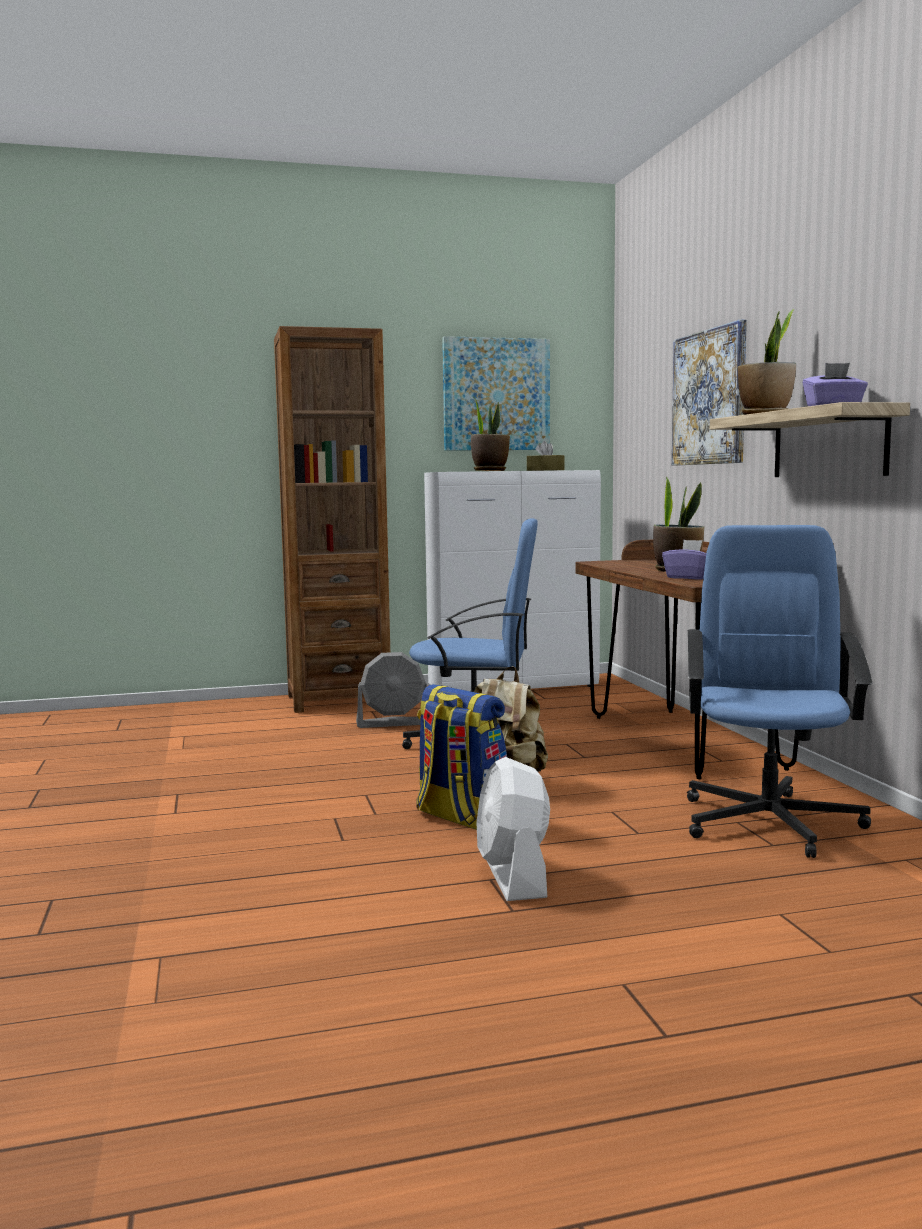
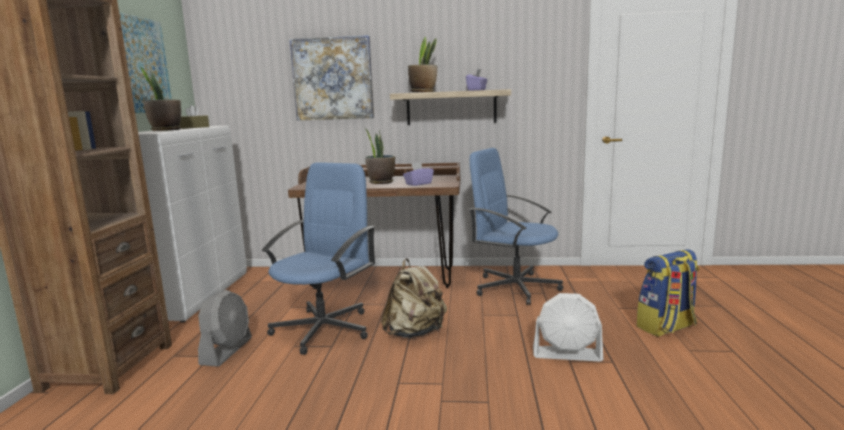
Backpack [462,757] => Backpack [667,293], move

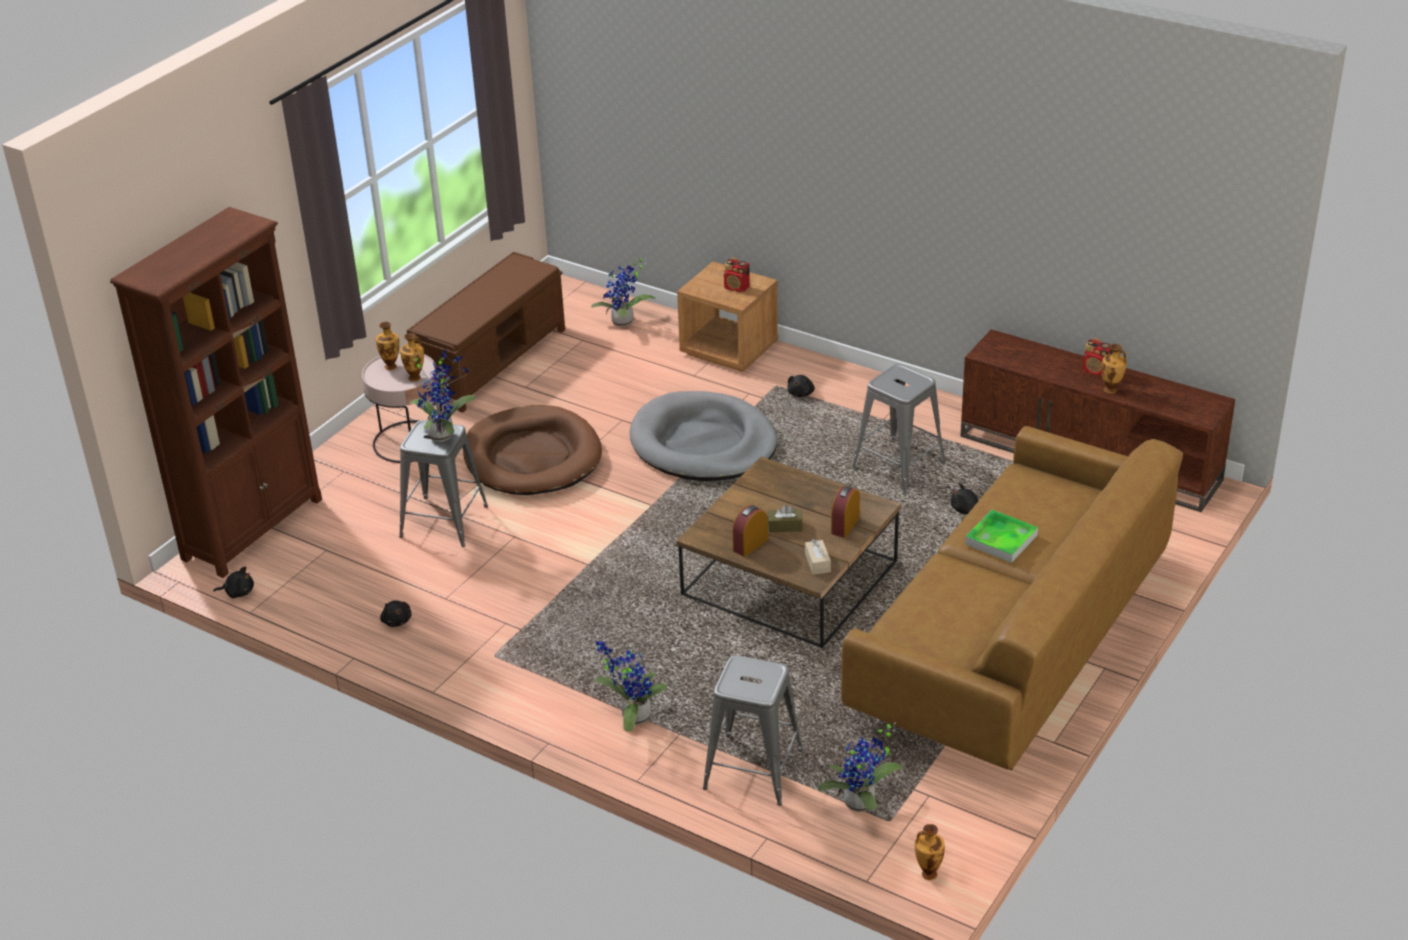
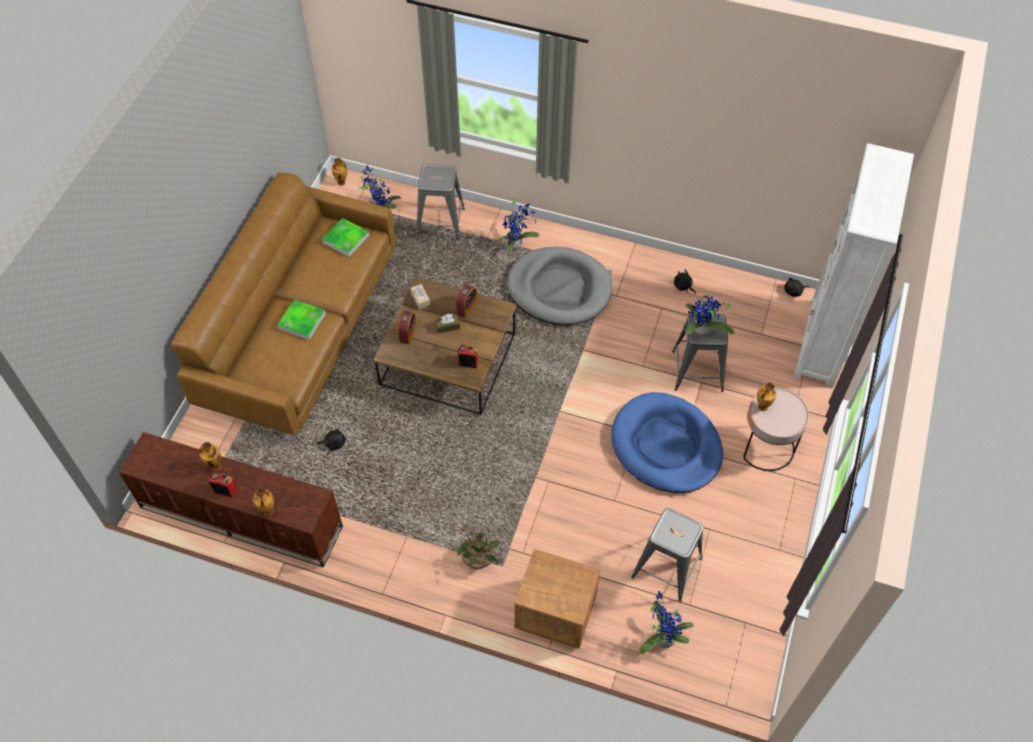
Vase [387,346] => Vase [263,501], move
nothing => Tray [345,237]
Radio [737,274] => Radio [468,356], move
BlackPlushToy [801,386] => PottedPlant [479,547]
GreyDogBed [703,436] => GreyDogBed [559,286], move
BrownDogBed [532,450] => BlueDogBed [667,442]
GreyStool [898,428] => GreyStool [667,555], move
BrownBookcase [216,392] => WhiteBookcase [853,266]
BrownBench [486,332] => nothing

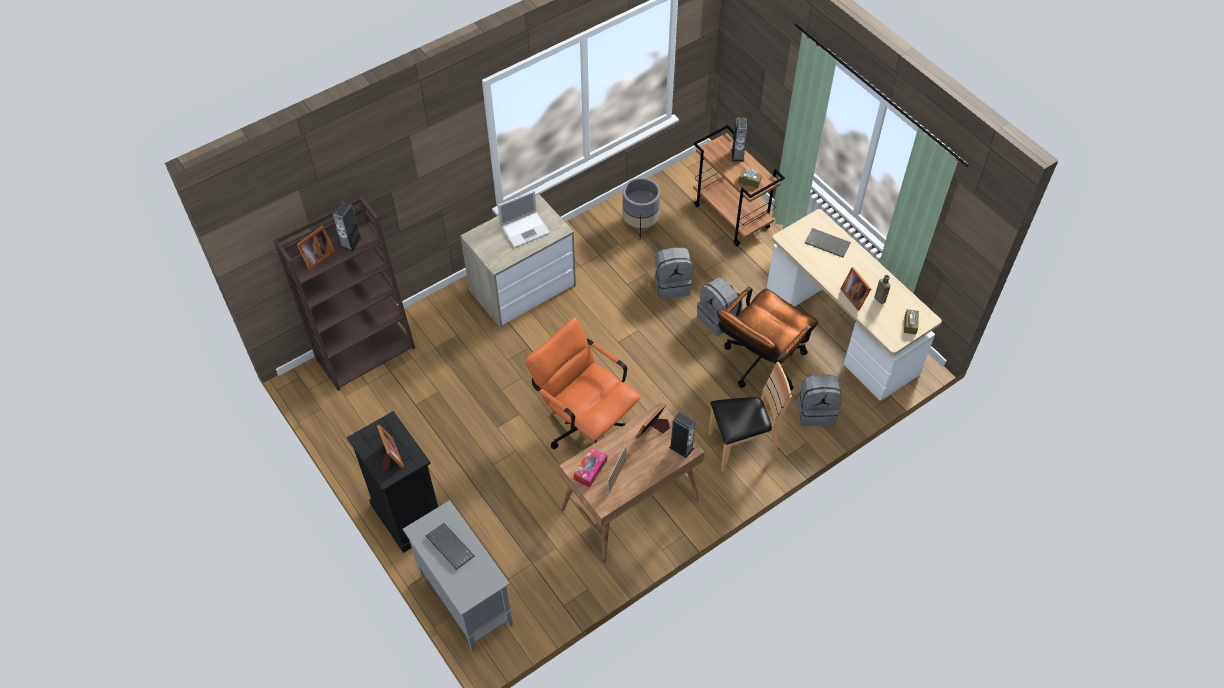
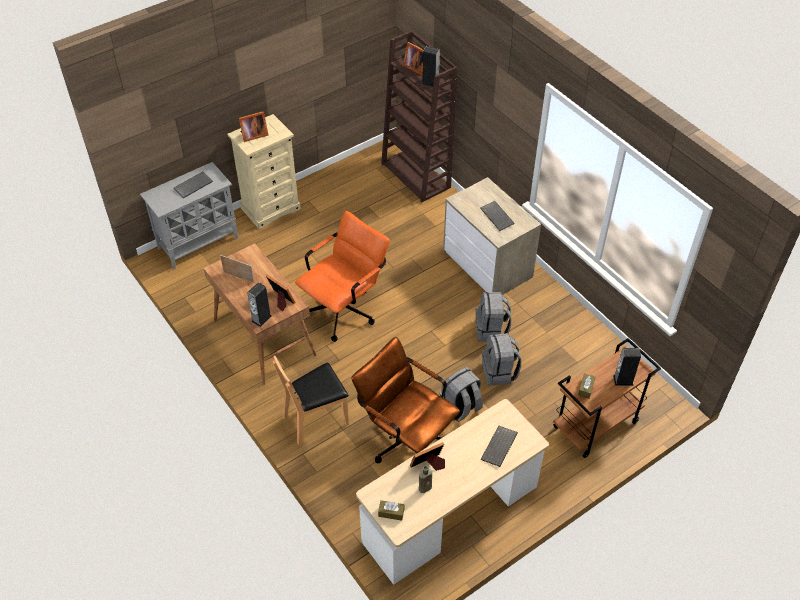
BlackDresser [392,482] => BeigeDresser [264,171]
BrownChair [750,417] => BrownChair [311,400], 75 degrees clockwise
GreyBackpack [819,400] => GreyBackpack [493,317], move
Laptop [524,219] => Keyboard [497,216]
TissueBox [590,467] => nothing
GreyPlanter [641,207] => nothing

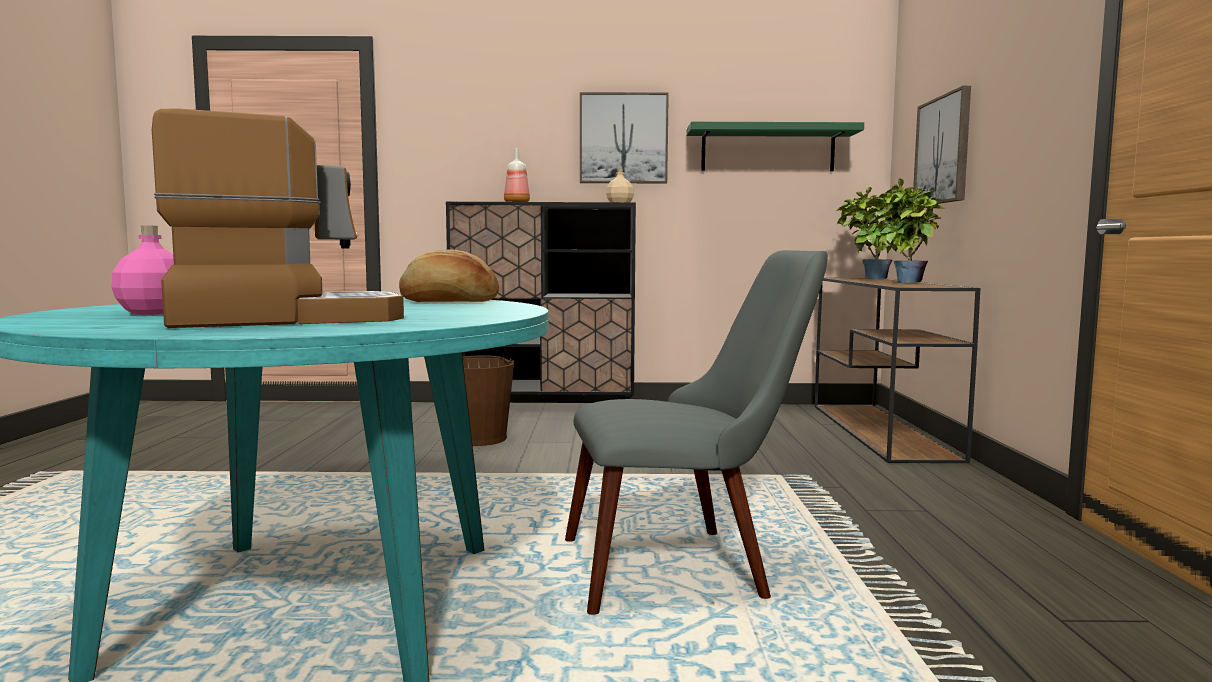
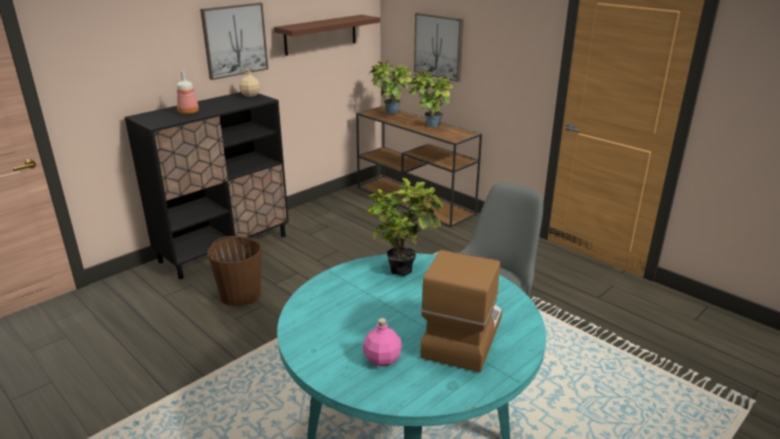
GreenShelf [775,146] => BrownShelf [327,35]
Bread [449,275] => PottedPlant [401,227]

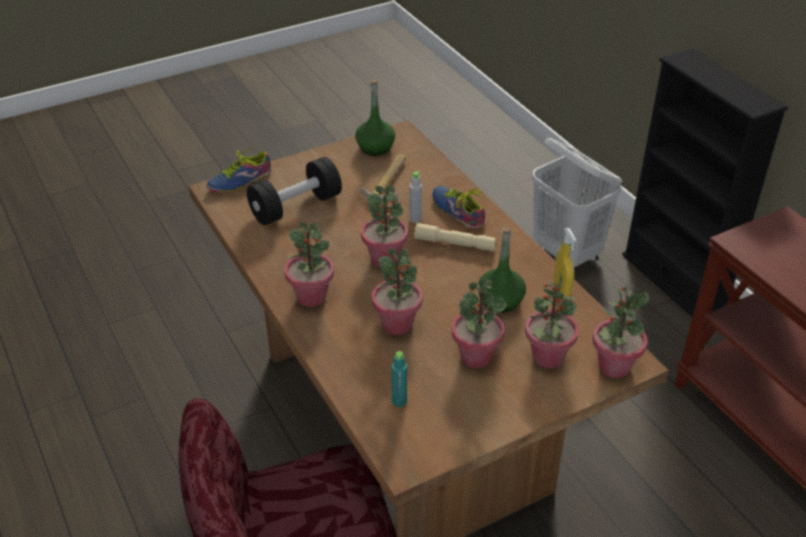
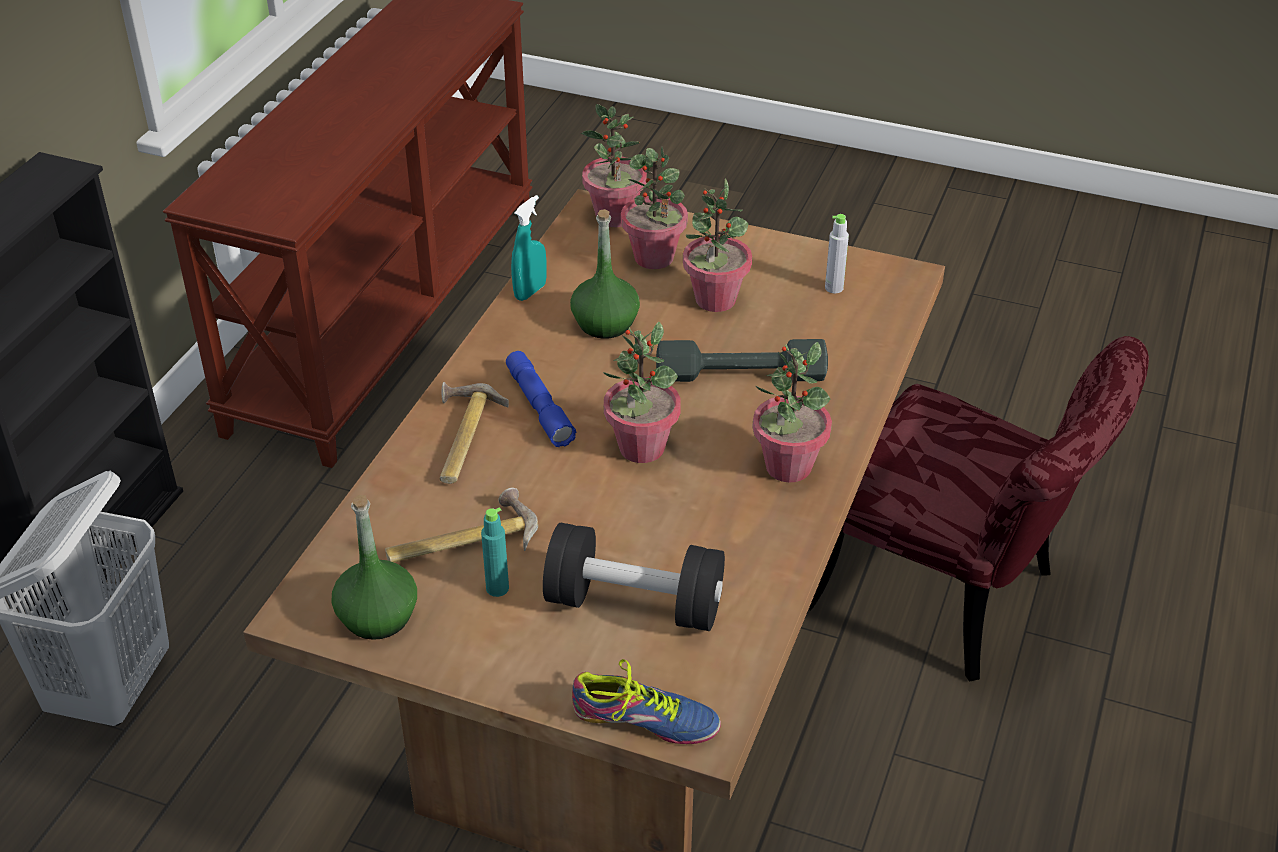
Shoe [459,207] => Hammer [474,433]
TurquoiseBottle [399,379] => TurquoiseBottle [495,552], move
BeigeFlashlight [455,237] => BlueFlashlight [541,399]
YellowSprayBottle [565,262] => TurquoiseSprayBottle [529,248]
PottedPlant [397,292] => GreyDumbbell [742,360]
GreyBottle [415,197] => GreyBottle [837,253], move

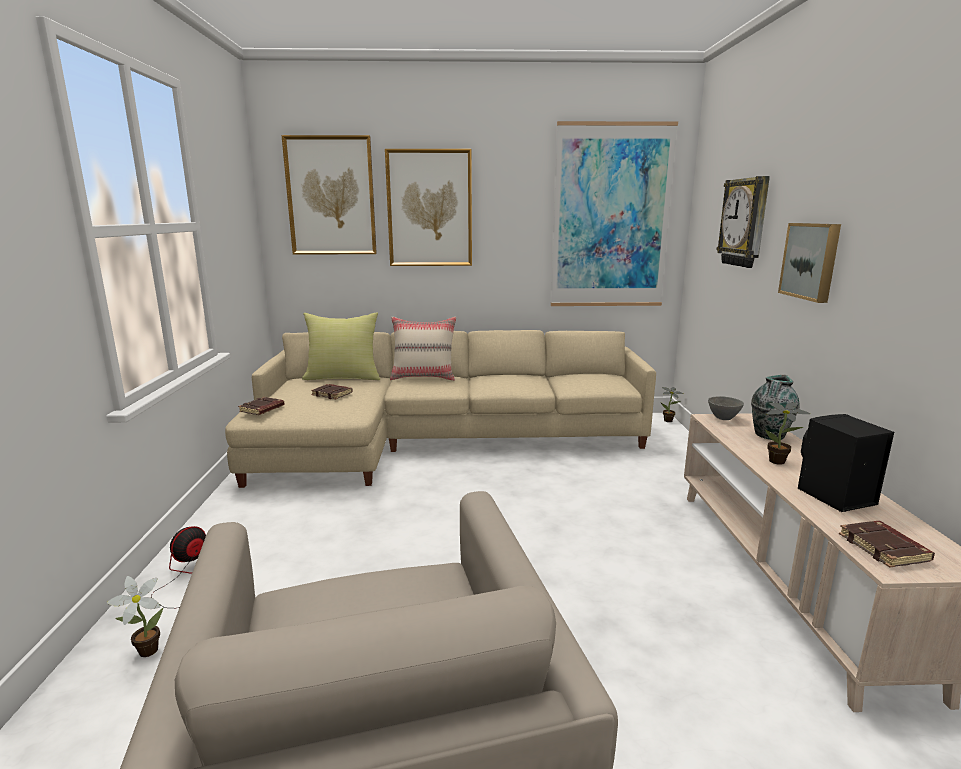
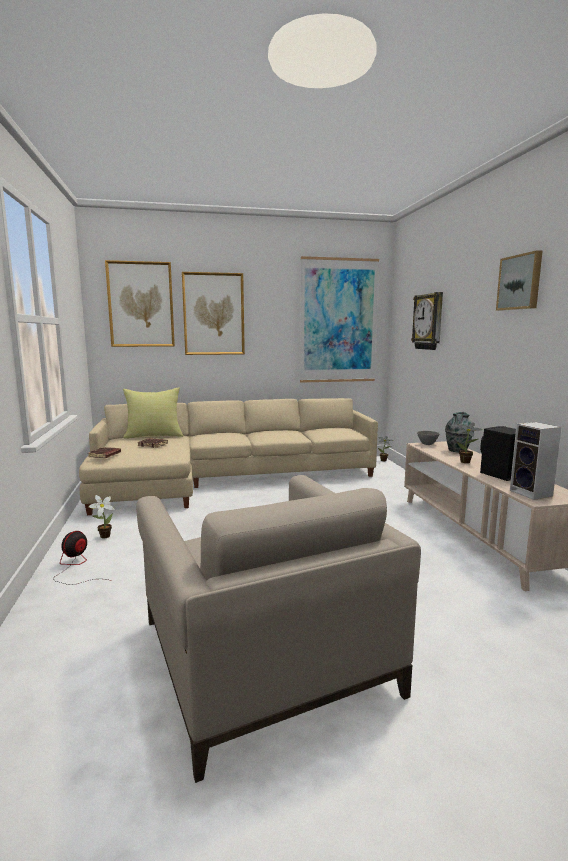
PottedPlant [135,616] => PottedPlant [101,516], move
Picture [809,263] => Picture [519,280], move
BrownBook [887,544] => Speaker [536,461]
BeigePillow [423,349] => nothing

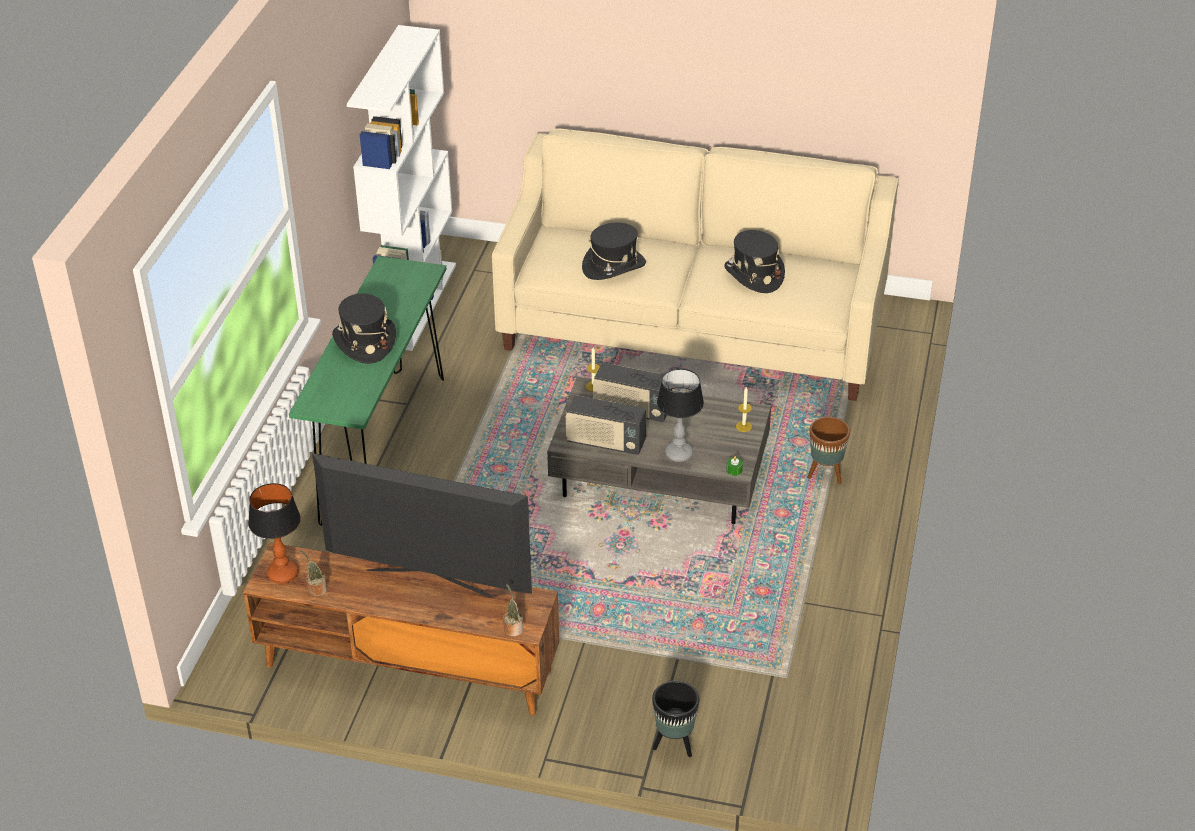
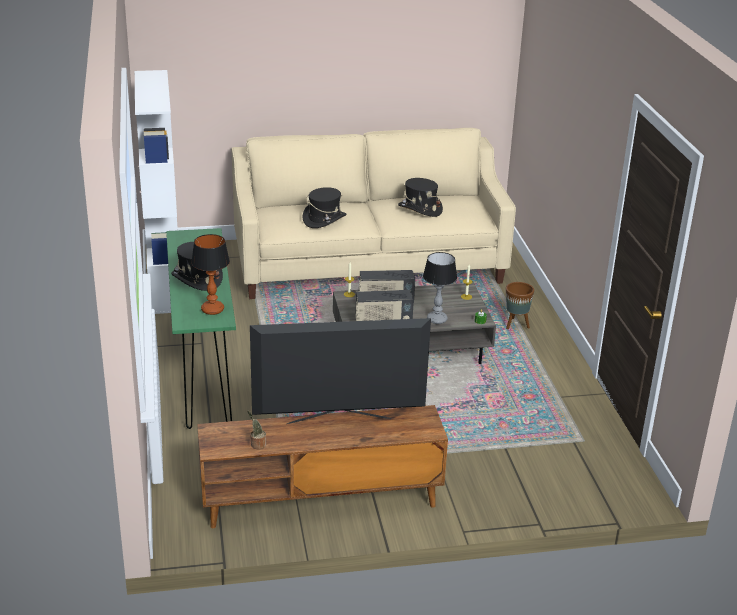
TableLamp [274,533] => TableLamp [210,274], move
PottedPlant [513,610] => nothing
BlackPlanter [675,719] => nothing

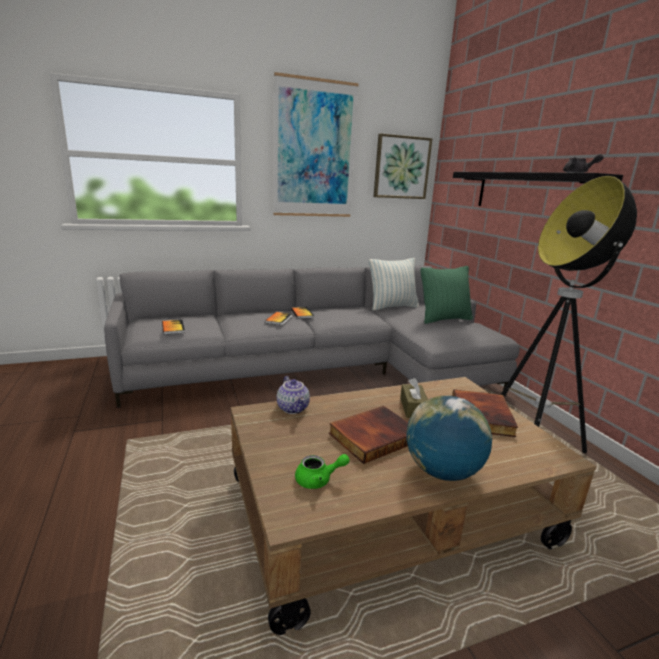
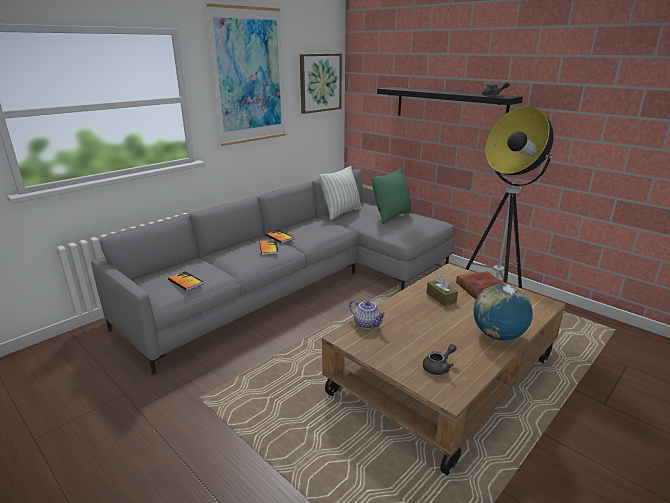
GreenTeapot [322,471] => GreyTeapot [440,359]
Book [368,435] => nothing

